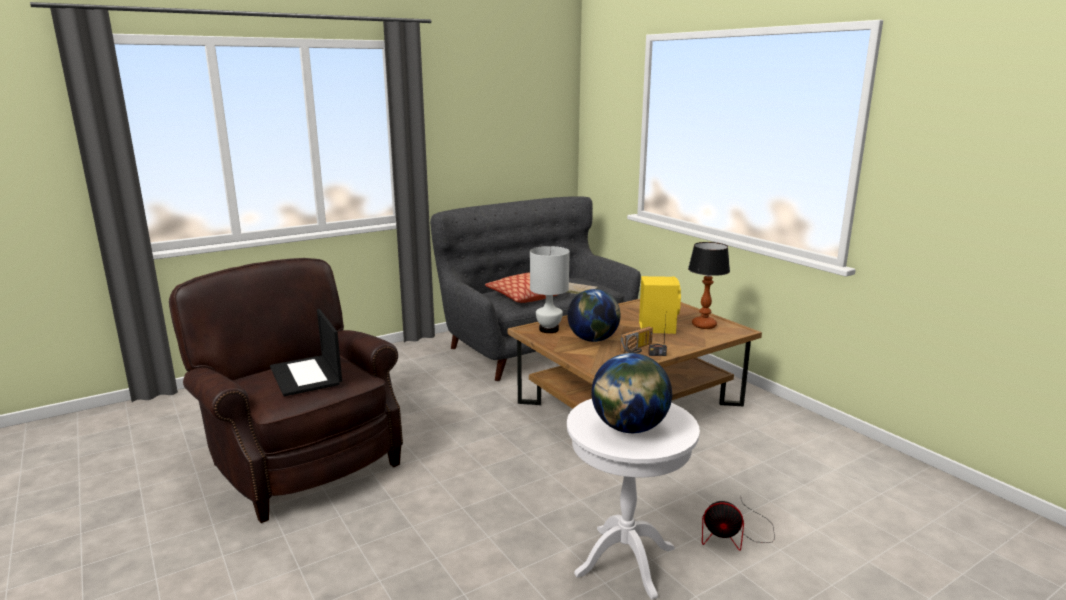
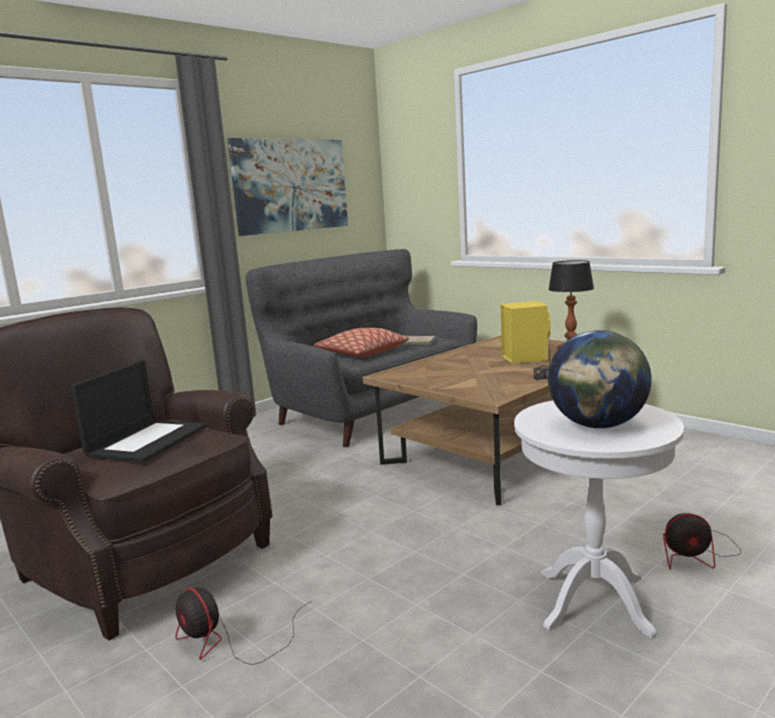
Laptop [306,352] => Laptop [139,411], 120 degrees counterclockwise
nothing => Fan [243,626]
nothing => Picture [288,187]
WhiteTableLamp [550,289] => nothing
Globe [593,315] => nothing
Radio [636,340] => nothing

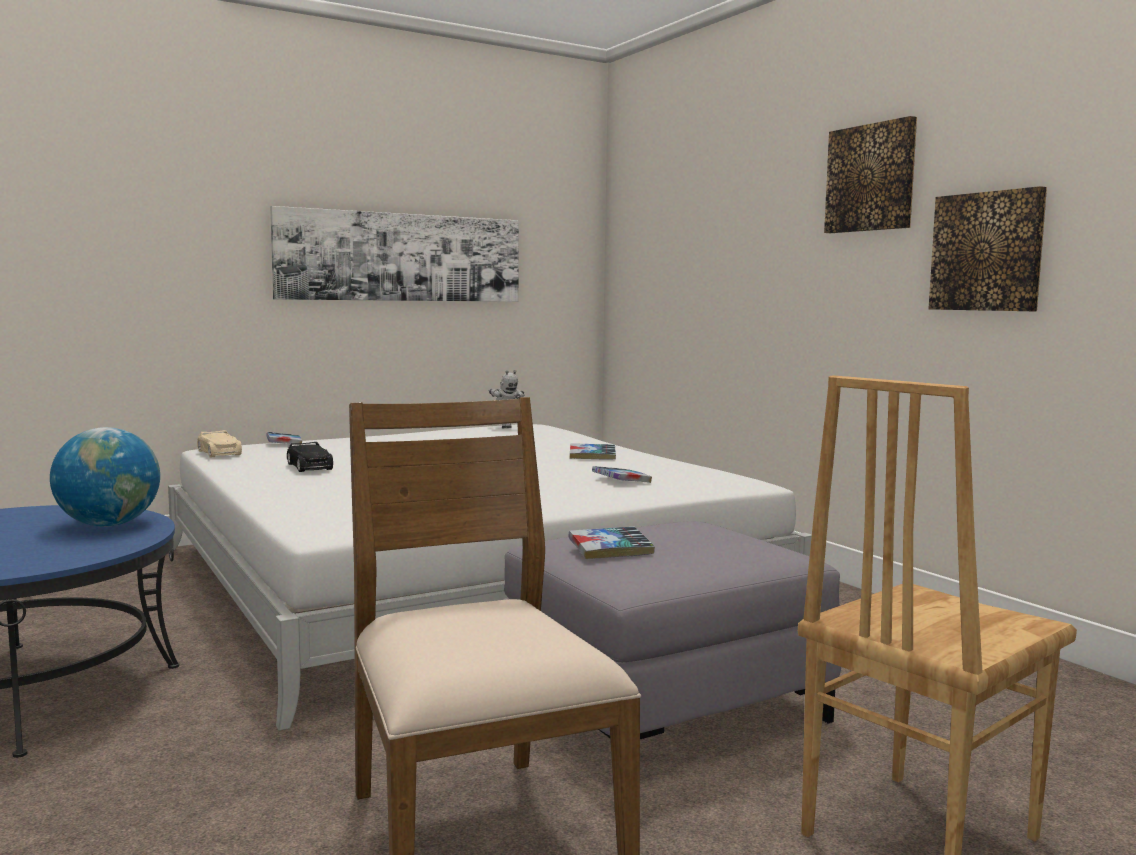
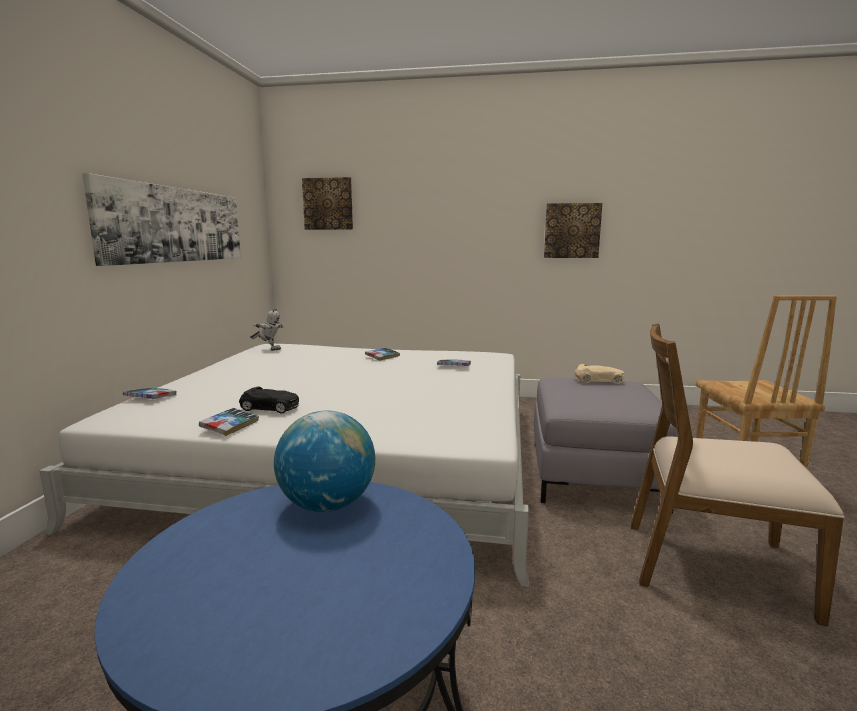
Book [612,543] => Book [229,422], move
Picture [870,174] => Picture [327,203], move
BeigeToyCar [219,443] => BeigeToyCar [600,374], move

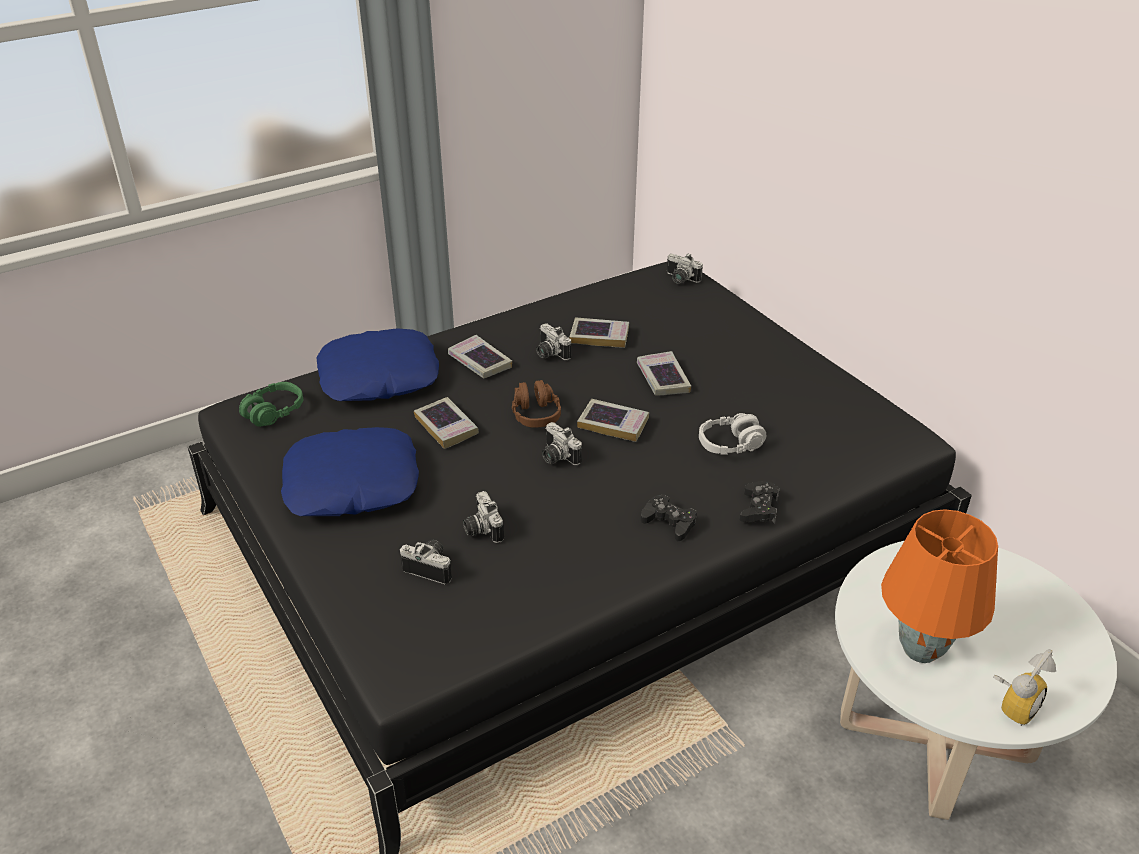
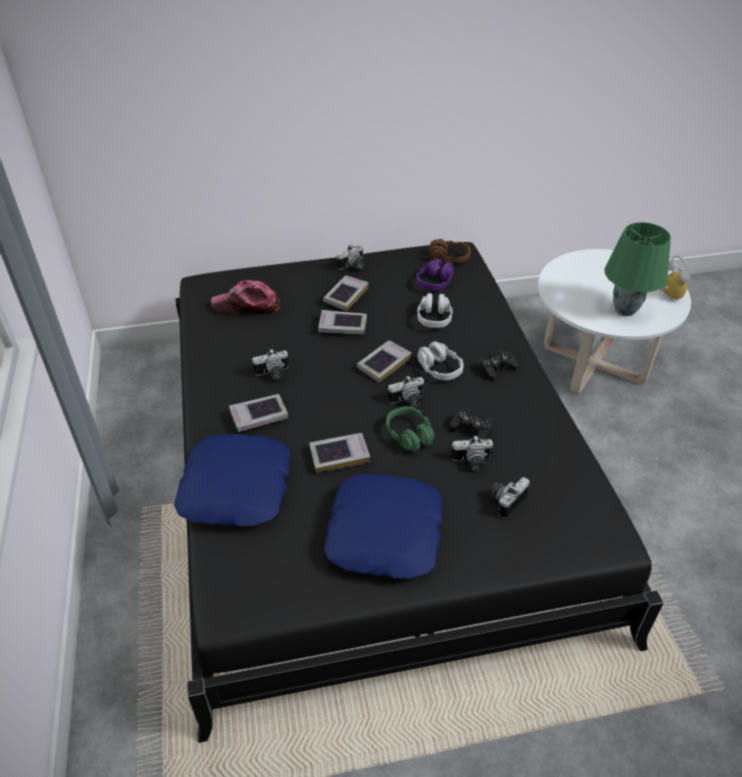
nothing => Cap [245,297]
Book [599,332] => Book [346,293], move
PhotoCamera [685,268] => PhotoCamera [350,257], move
GreenHeadphones [271,404] => GreenHeadphones [410,429], move
nothing => PurpleHeadphones [435,275]
nothing => GreyHeadphones [440,360]
BrownHeadphones [536,404] => BrownHeadphones [450,251], move
BlackGameController [760,502] => BlackGameController [471,424], move
OrangeTableLamp [939,586] => GreenTableLamp [637,269]

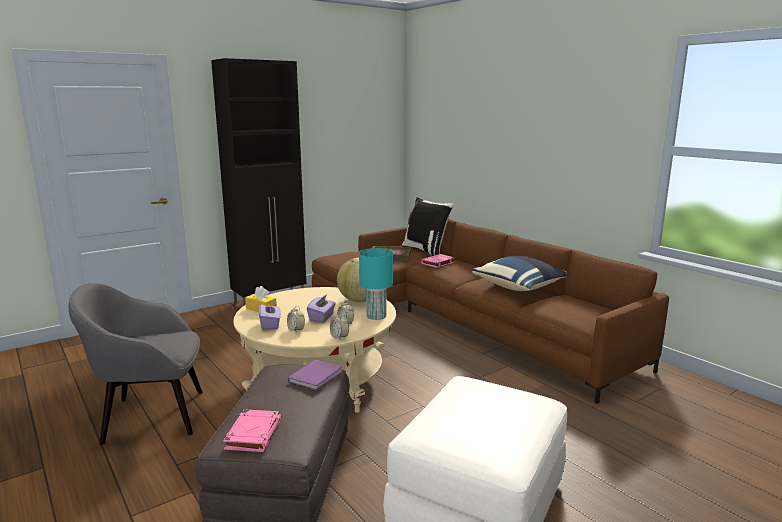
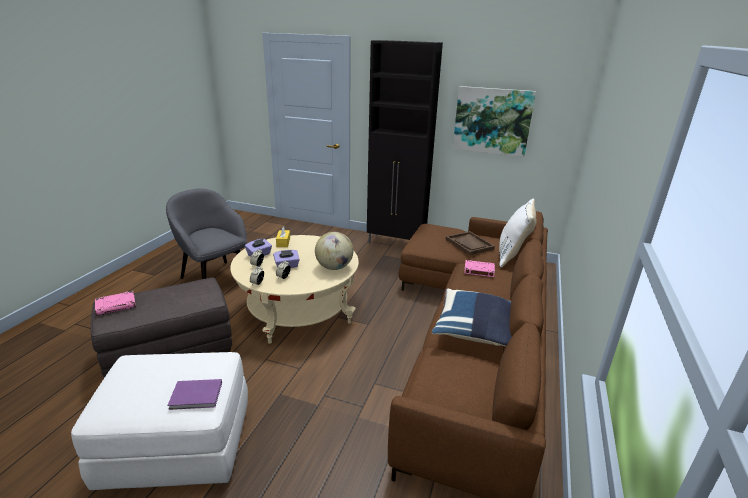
PurpleBook [315,375] => PurpleBook [194,394], move
nothing => Picture [494,121]
BlackPillow [428,226] => WhitePillow [517,233]
TurquoiseTableLamp [376,284] => nothing

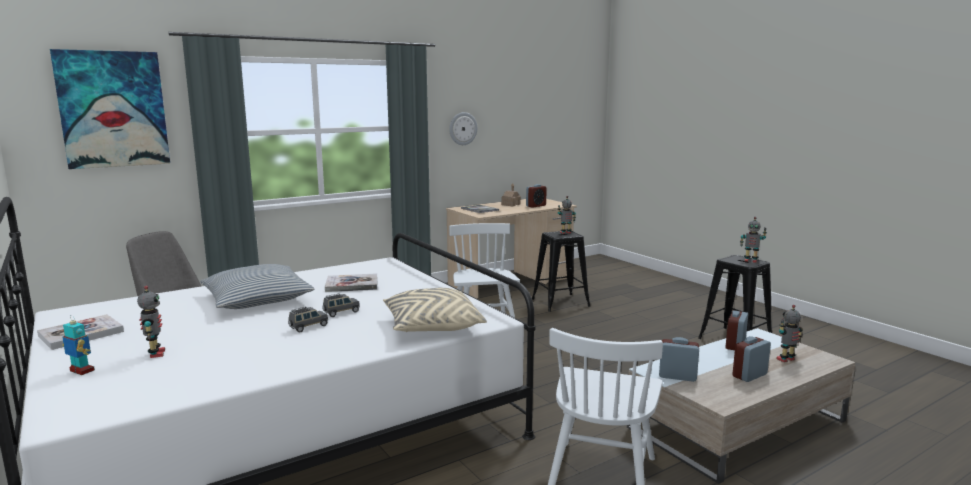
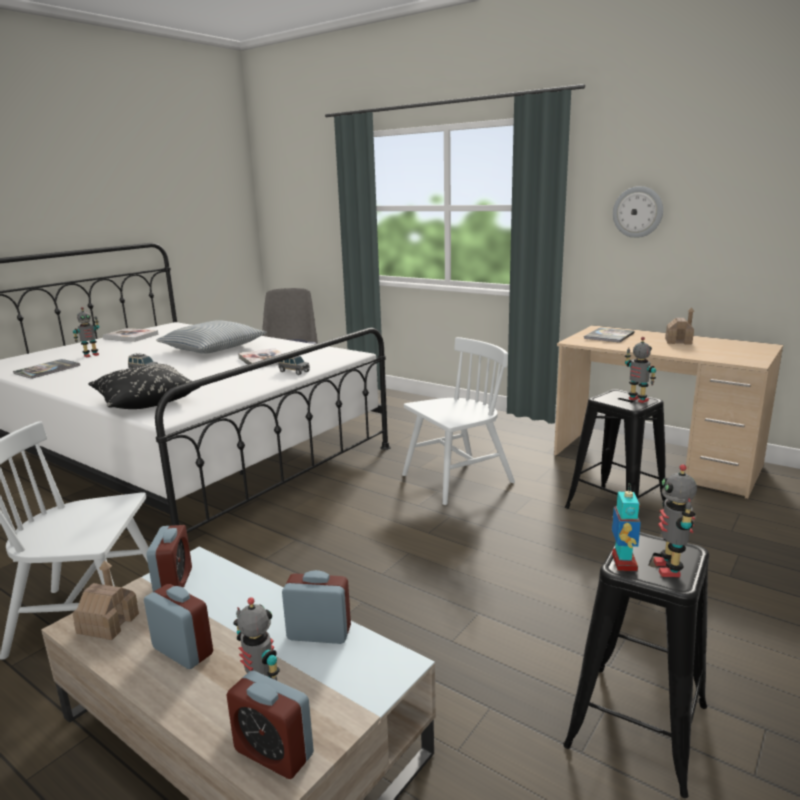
nothing => Book [47,369]
nothing => ToyHouse [105,600]
BeigePillow [435,310] => BlackPillow [144,386]
AlarmClock [536,196] => AlarmClock [270,725], move
GreyToyCar [341,305] => GreyToyCar [294,365], move
ToyRobot [78,345] => ToyRobot [626,527], move
Picture [110,109] => nothing

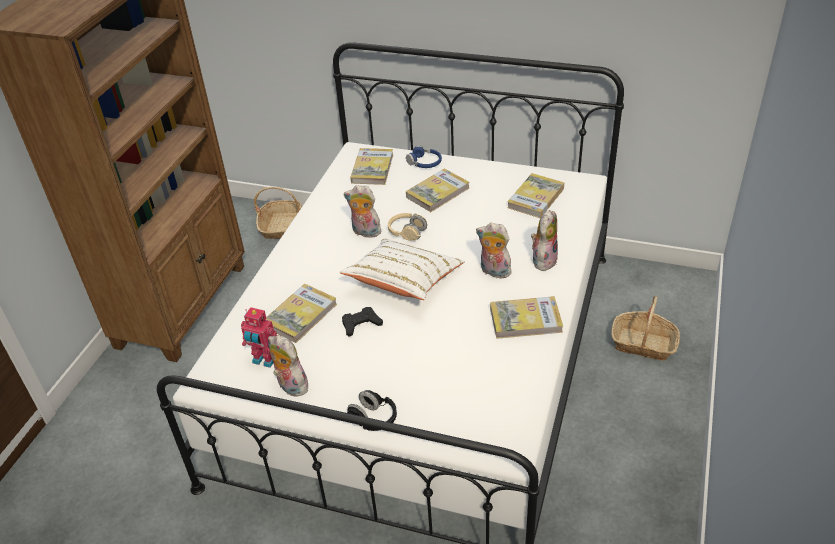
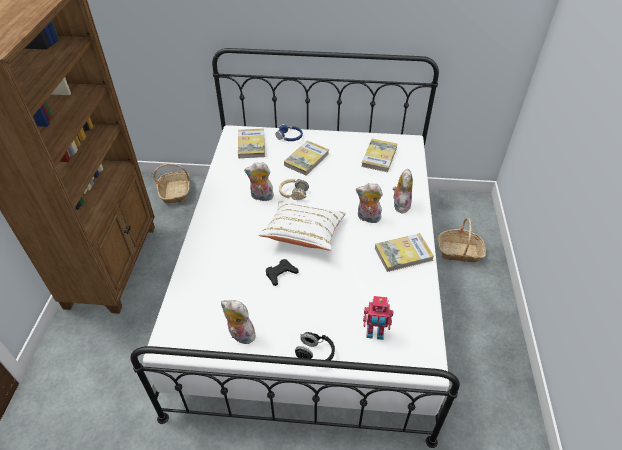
ToyRobot [259,337] => ToyRobot [378,318], move
Book [301,313] => nothing

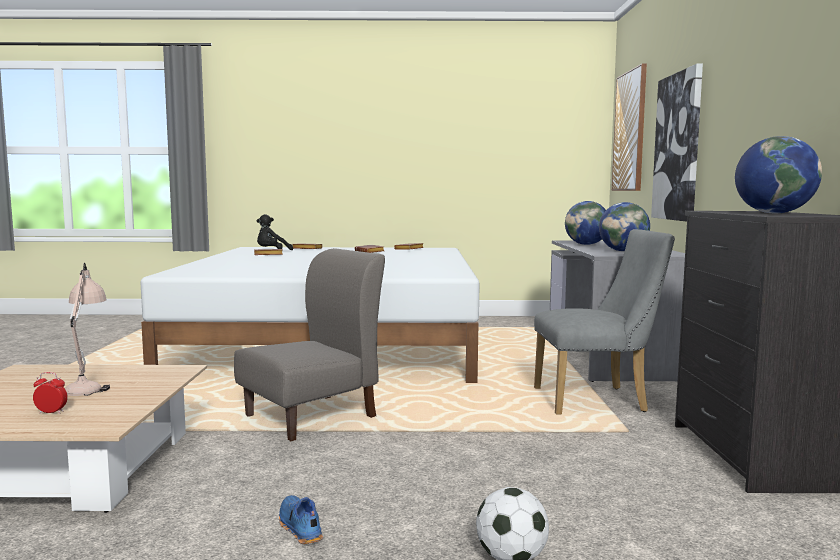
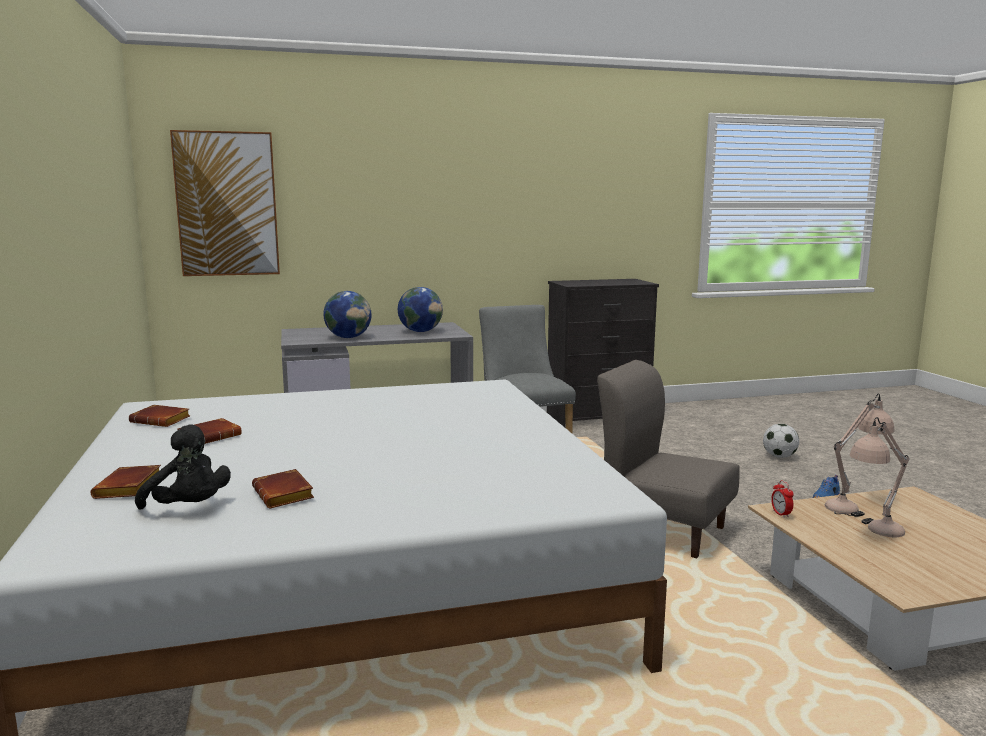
AlarmClock [50,393] => AlarmClock [782,499], move
nothing => BeigeTableLamp [860,455]
Picture [677,143] => nothing
Globe [778,175] => nothing

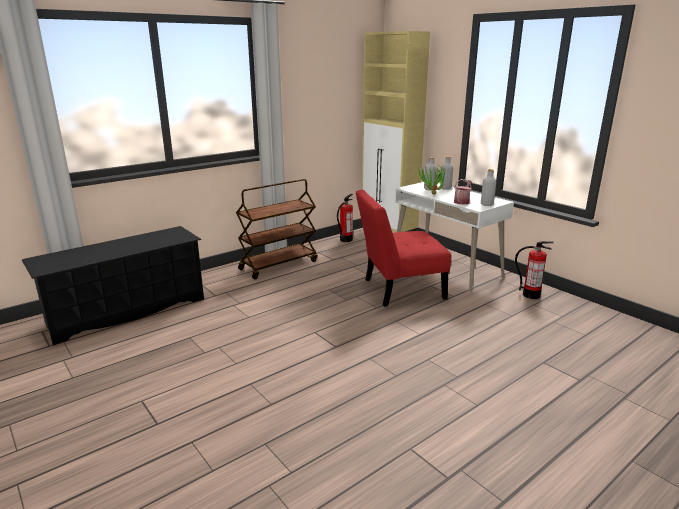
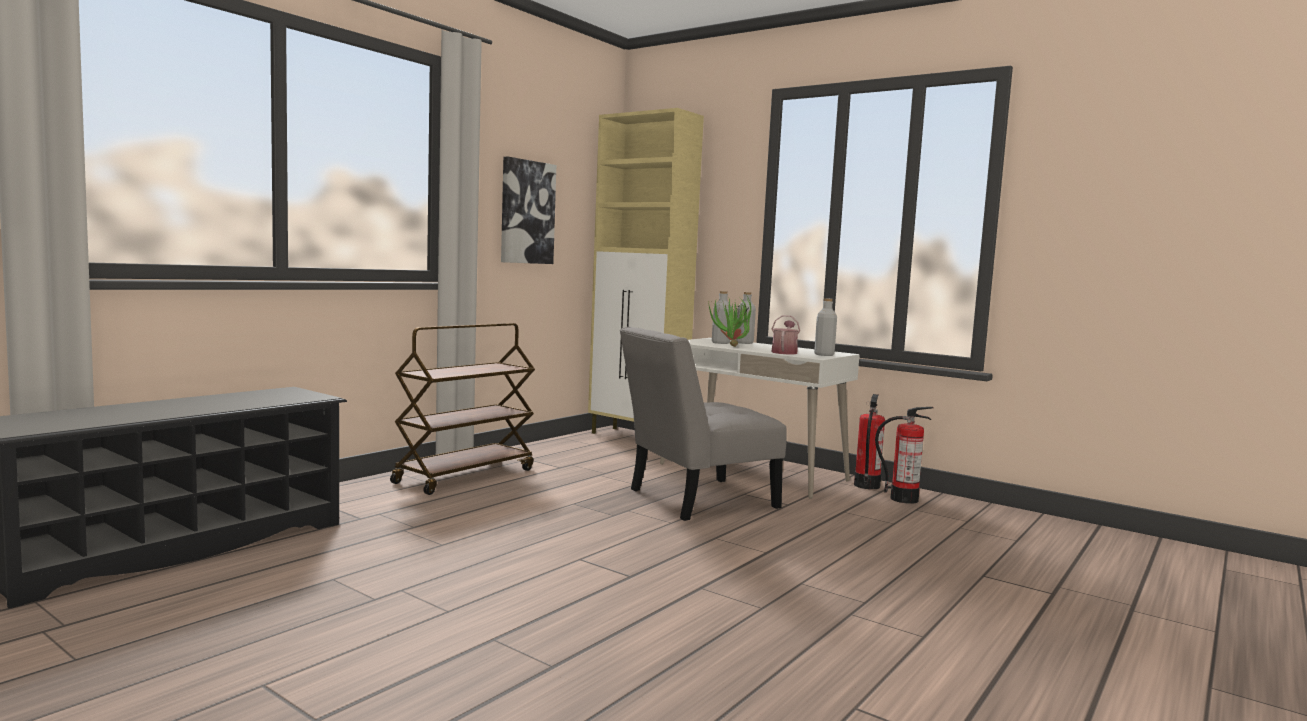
nothing => Picture [528,210]
RedChair [403,248] => GreyChair [703,424]
FireExtinguisher [345,218] => FireExtinguisher [869,441], move

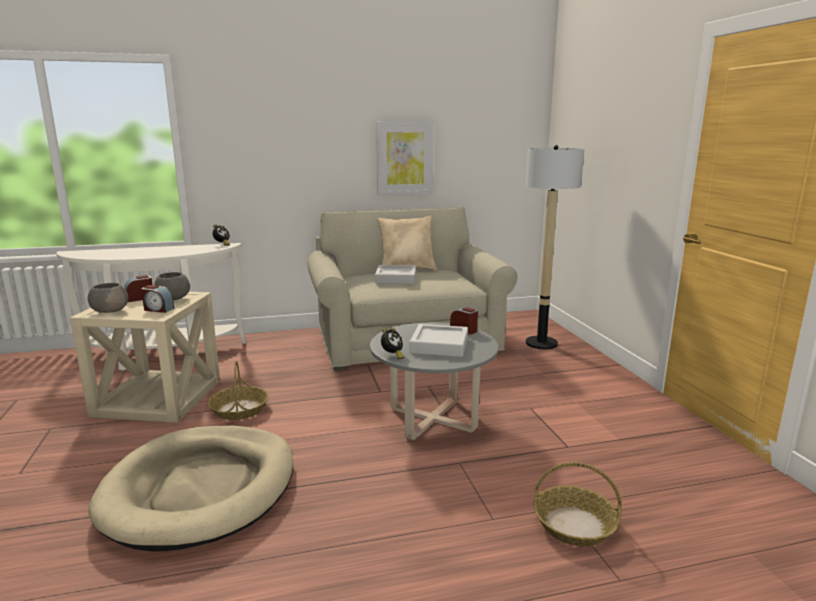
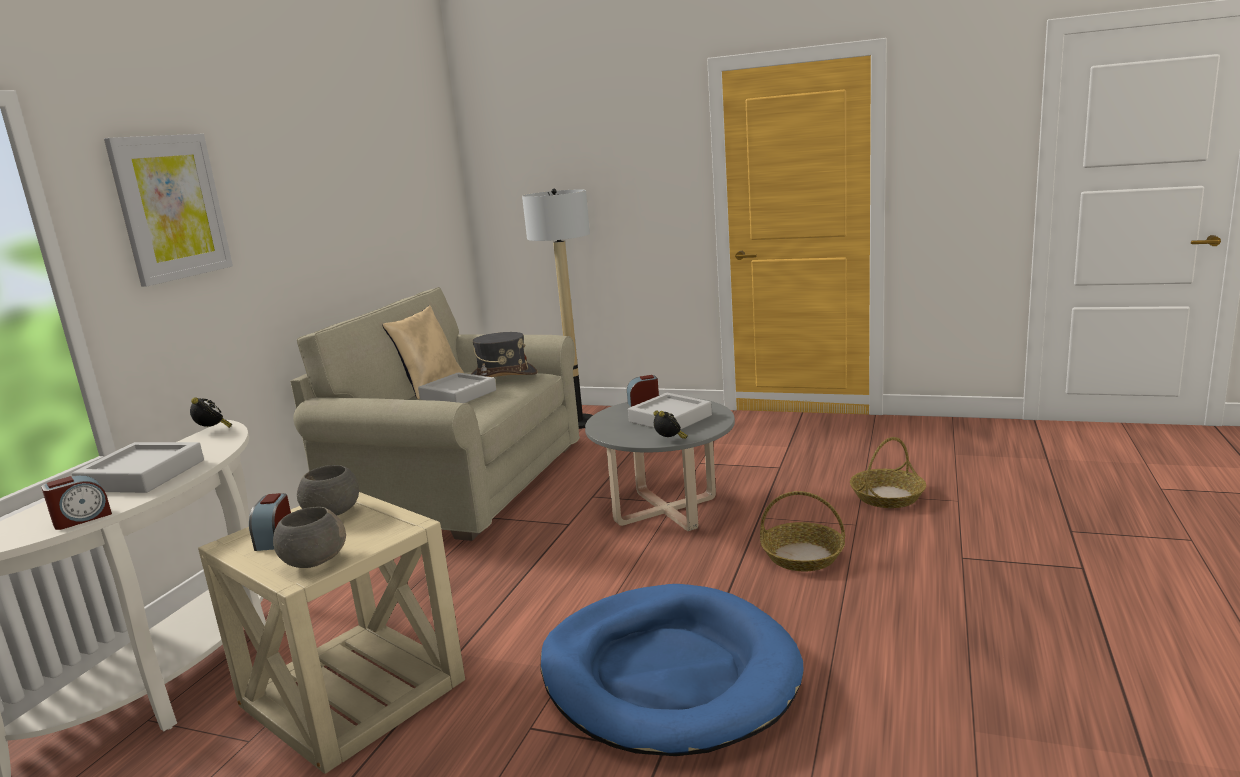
AlarmClock [157,299] => AlarmClock [76,502], move
nothing => GreyTray [138,467]
Picture [405,158] => Picture [168,210], move
nothing => GreyHat [505,354]
BeigeDogBed [190,489] => BlueDogBed [672,670]
Basket [238,390] => Basket [802,531], move

